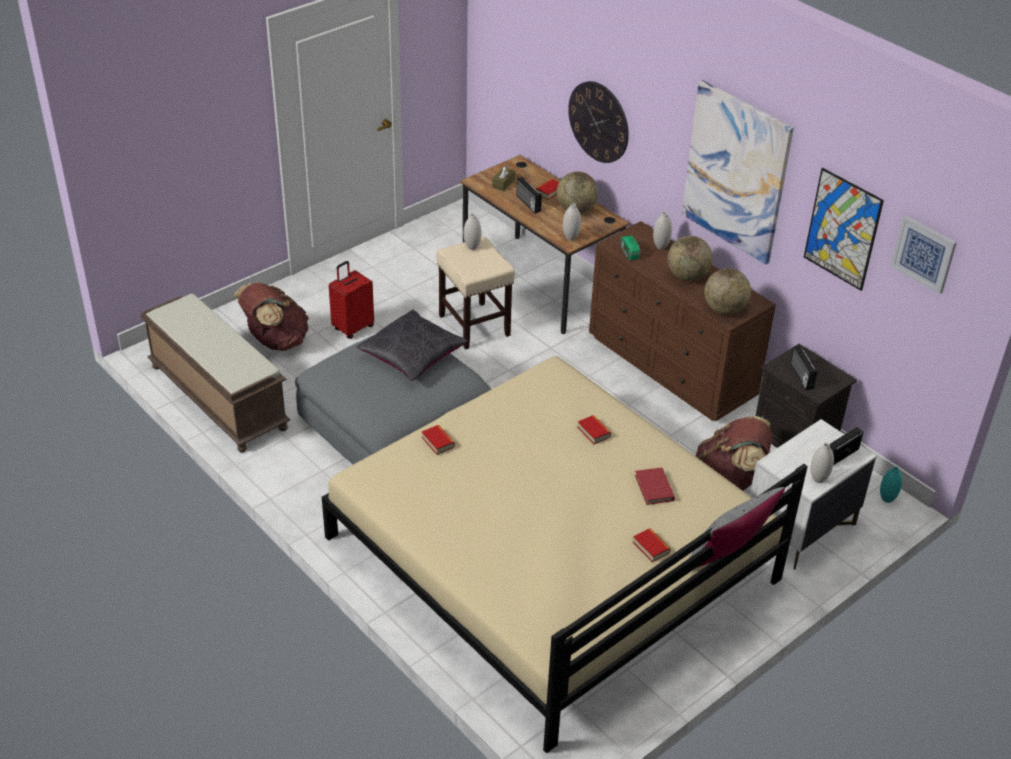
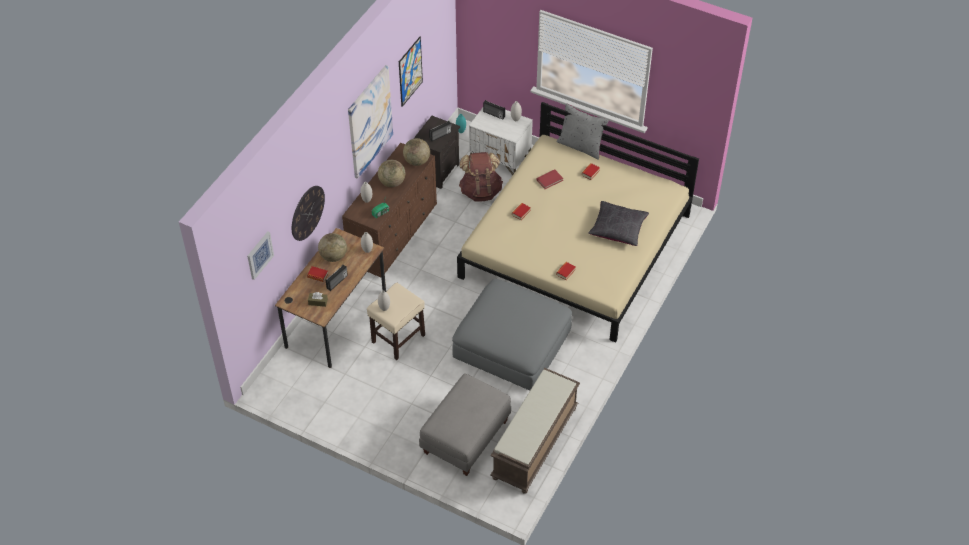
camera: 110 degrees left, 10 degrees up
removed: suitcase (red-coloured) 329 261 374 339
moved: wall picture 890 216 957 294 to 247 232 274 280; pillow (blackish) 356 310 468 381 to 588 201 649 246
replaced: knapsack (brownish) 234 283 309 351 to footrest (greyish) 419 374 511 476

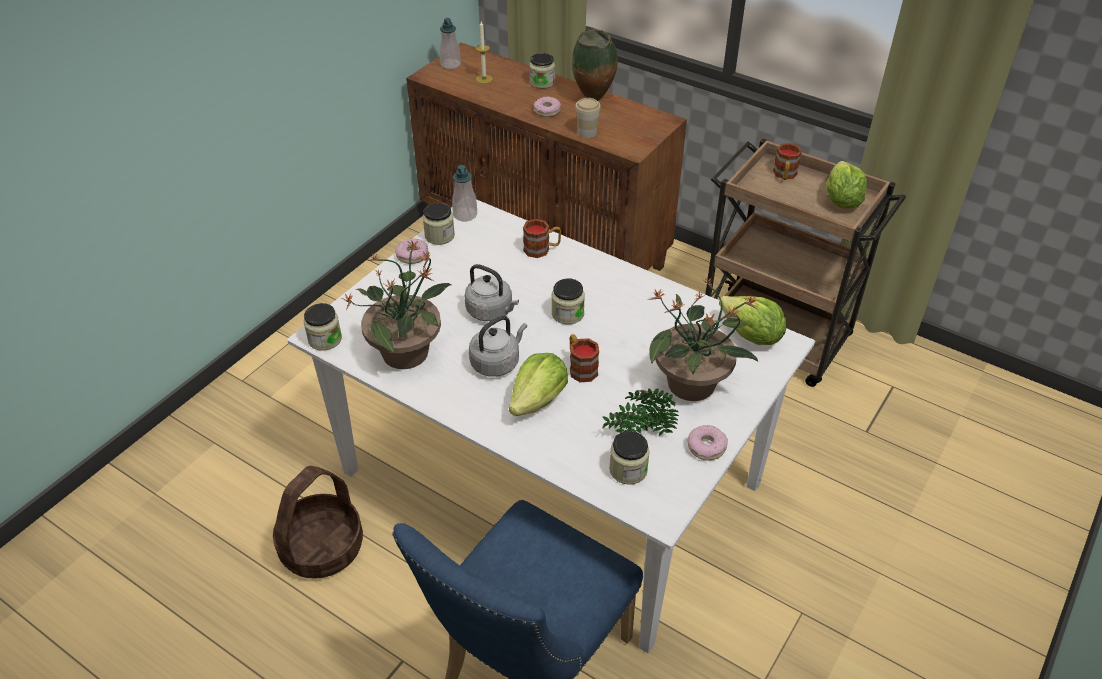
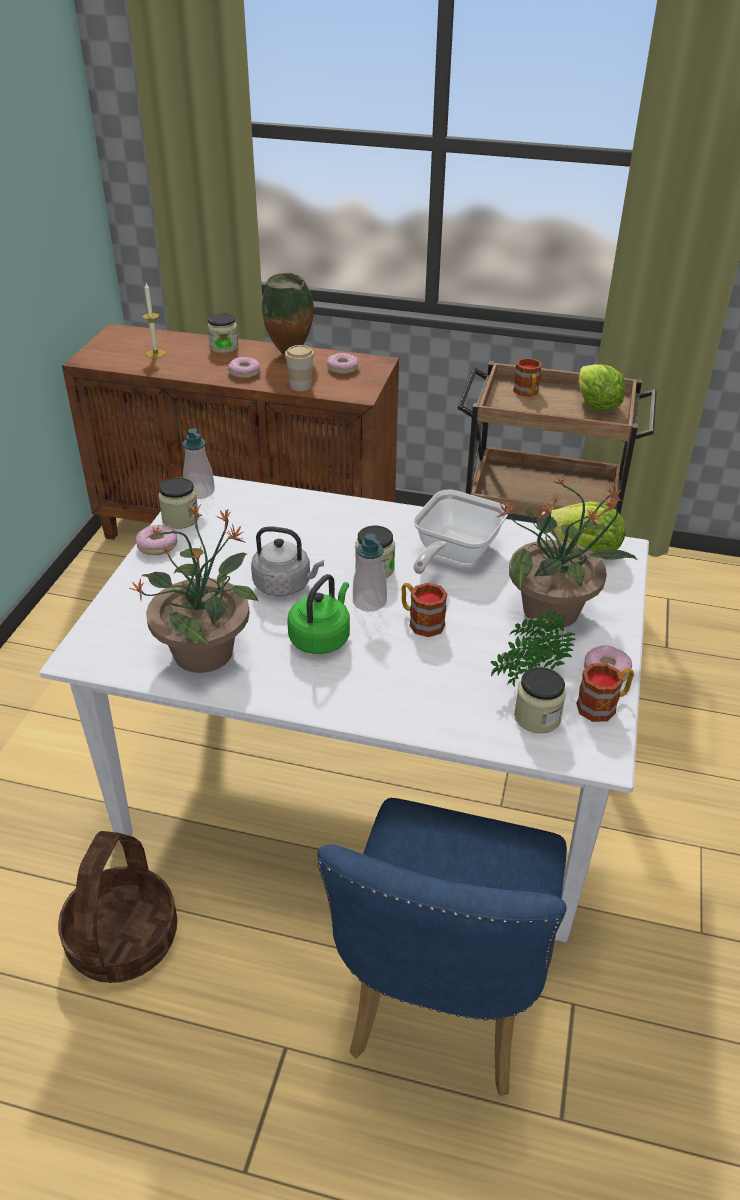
camera: 20 degrees left, 5 degrees down
removed: preserve jar 304 303 342 351; lettuce 509 353 568 416
added: ring doughnut 327 353 359 374; frying pan 413 490 508 574
moved: soap bottle 440 18 461 69 to 353 533 387 612; coffee mug 523 219 561 258 to 576 663 634 722
recoloured: tea kettle (greyish) 469 316 527 377 to tea kettle (green) 287 574 350 654

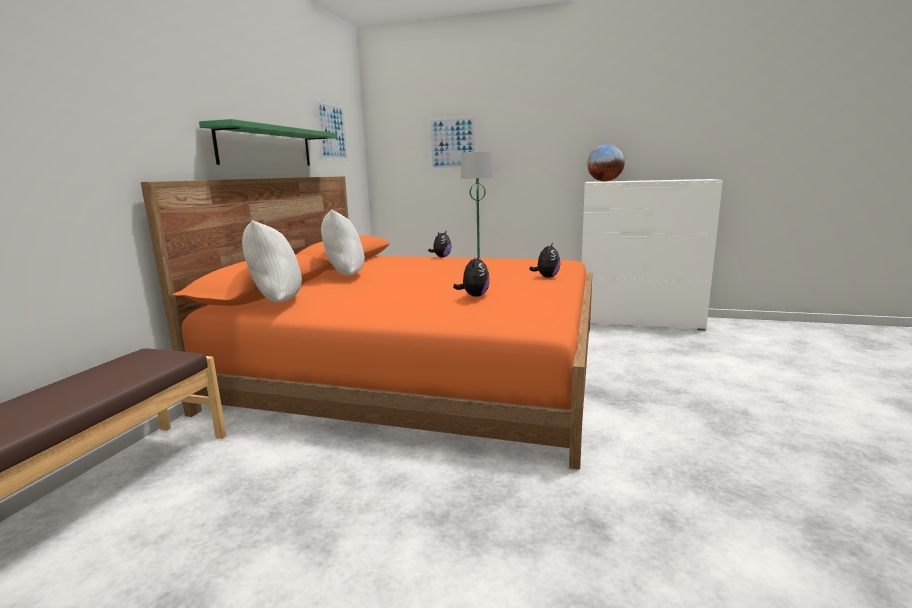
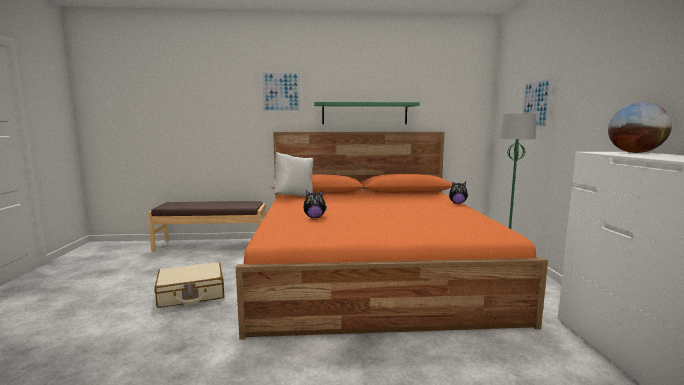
camera: 70 degrees right, 5 degrees down
removed: pillow (whitish) 321 209 365 276; soft toy 529 243 560 278
added: suitcase (beige-coloured) 155 262 224 308
moved: wall picture 315 100 348 160 to 261 71 302 112

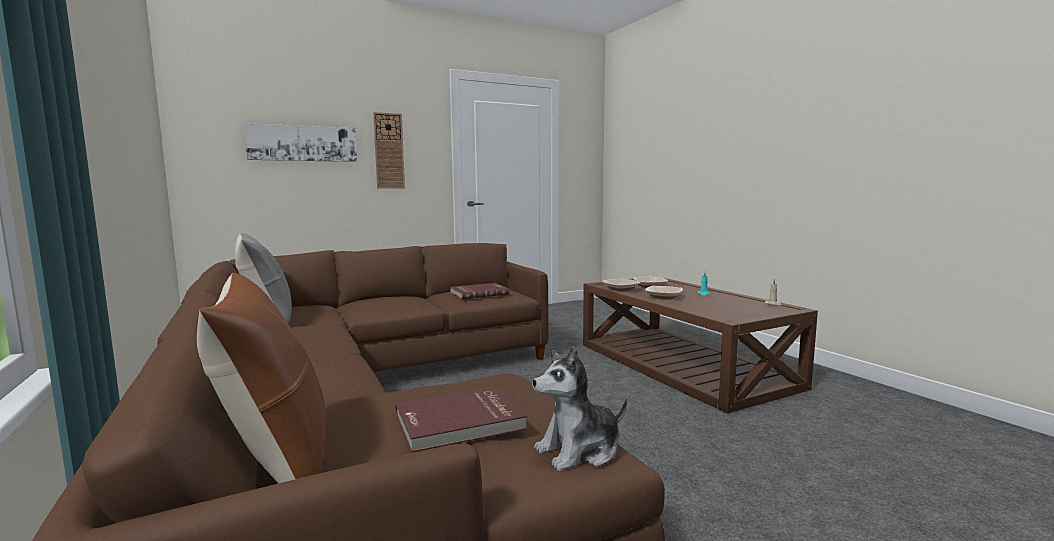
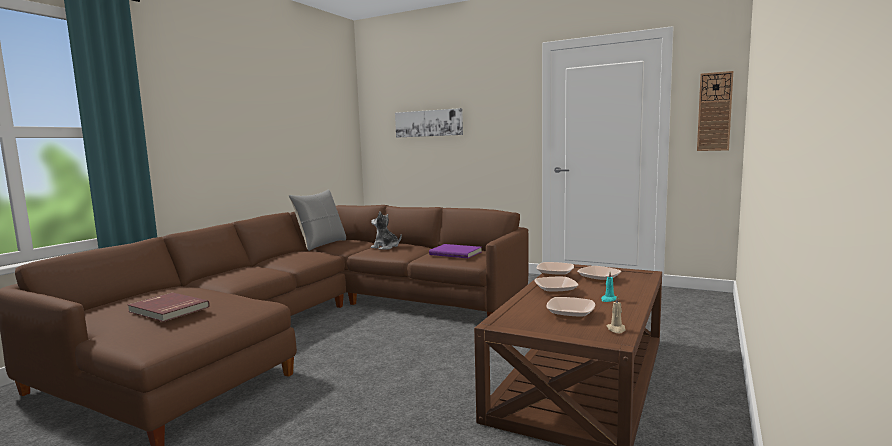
camera: 55 degrees right, 0 degrees up
removed: pillow (brownish) 197 273 326 483
added: bowl 546 297 595 320
moved: soft toy 532 347 627 471 to 371 211 402 250; hanging clock 373 112 405 189 to 697 71 733 151
recoloured: book (red-coloured) 450 283 509 299 to book (purplish) 429 244 482 258

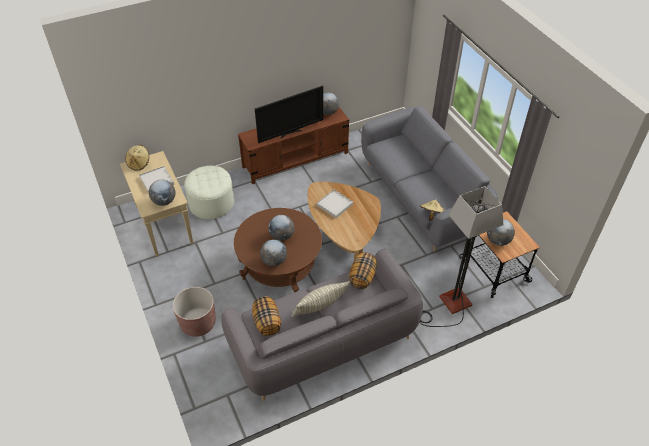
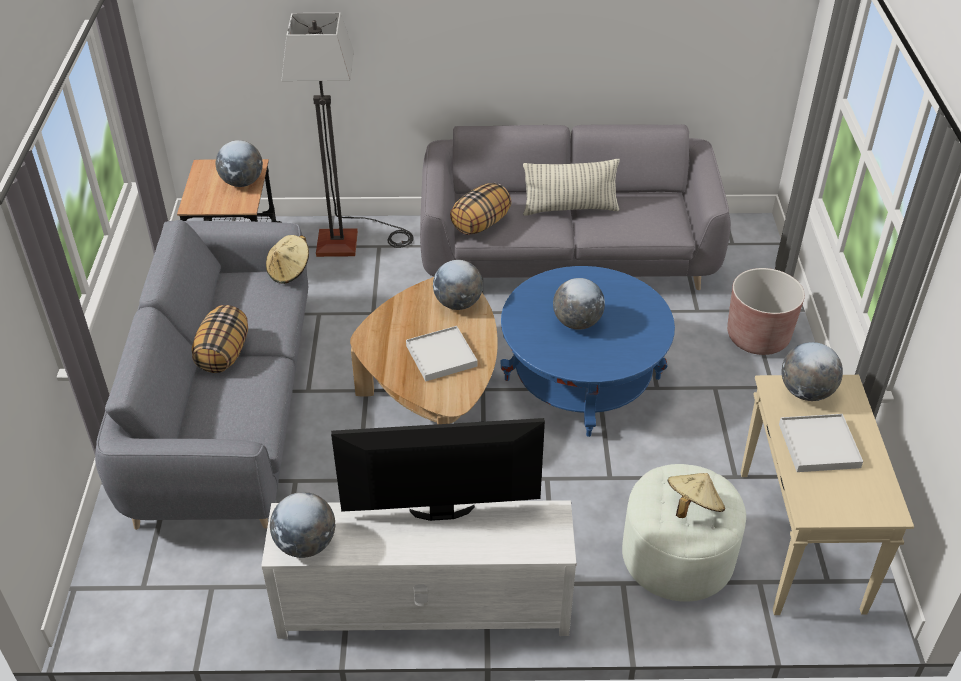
camera: 155 degrees left, 5 degrees down
moved: pillow 252 296 281 336 to 192 305 248 373; globe 260 239 287 266 to 433 260 483 310; hat (beige-coloured) 125 145 149 171 to 668 473 725 518
recoloured: tv stand (brownish) 238 107 349 184 to tv stand (whitish) 261 500 576 639; lounge table (brownish) 234 208 322 293 to lounge table (blue-coloured) 501 266 675 437

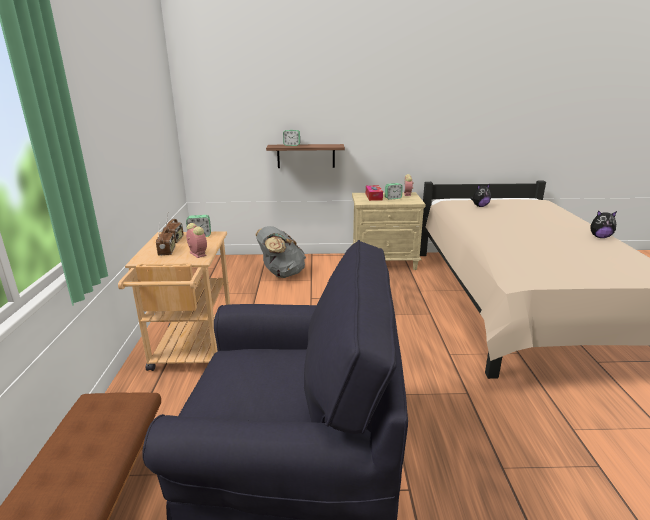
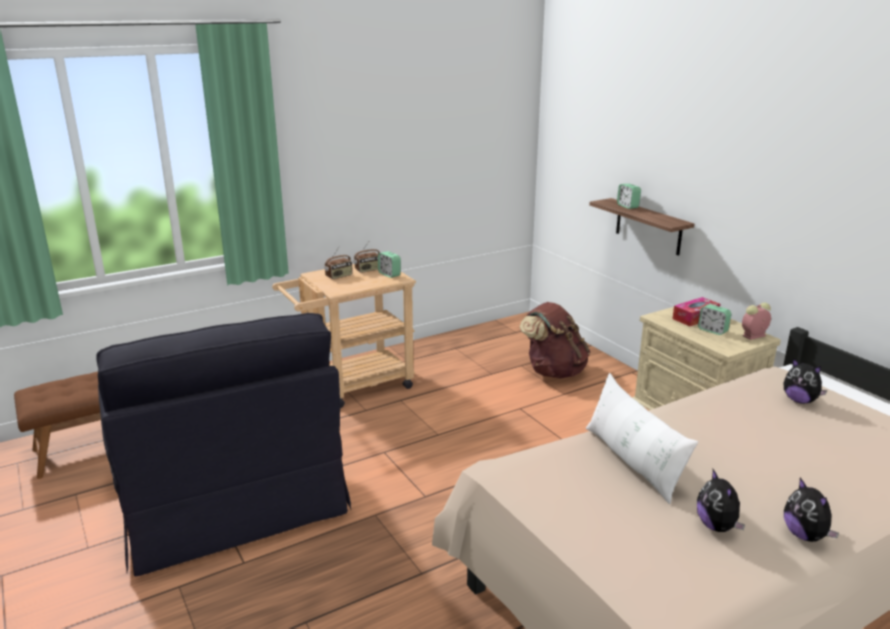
camera: 60 degrees right, 0 degrees up
removed: table clock 186 223 207 258
added: pillow (whitish) 586 373 698 504; soft toy 697 469 745 532
recoloured: knapsack (greyish) 256 226 306 278 to knapsack (brownish) 520 302 590 378

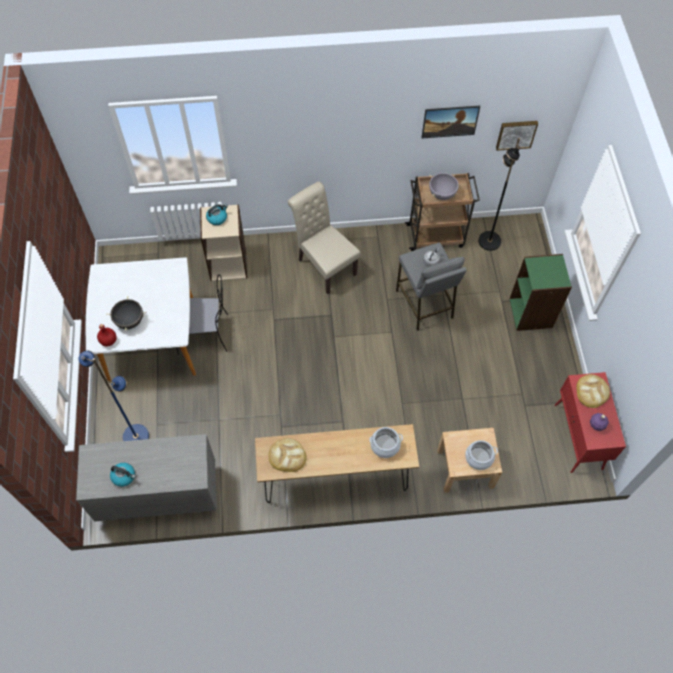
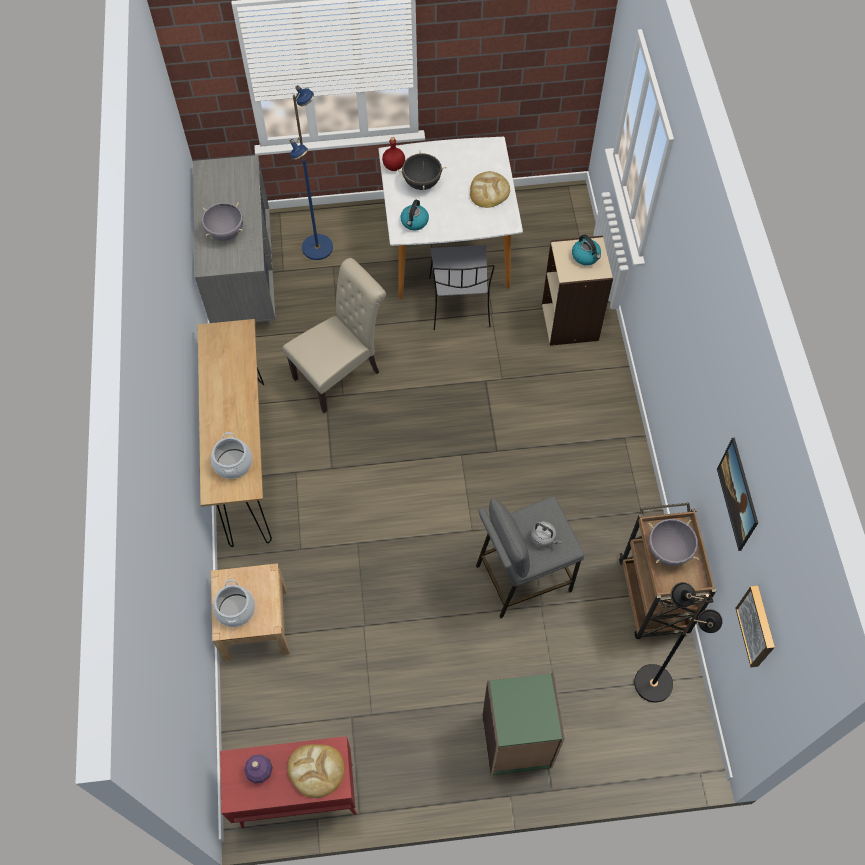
camera: 90 degrees right, 0 degrees up
added: cooking pot (greyish) 202 202 243 241
moved: chair (beige-coloured) 288 182 361 294 to 283 258 386 413; tea kettle 110 463 136 487 to 401 200 429 230; baked bread 269 438 307 472 to 470 171 510 208

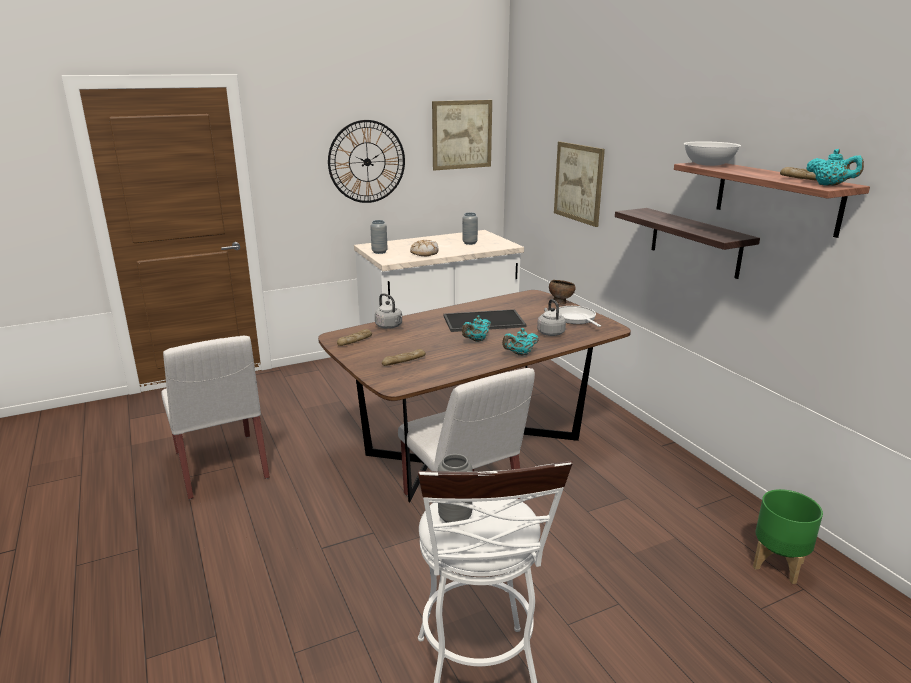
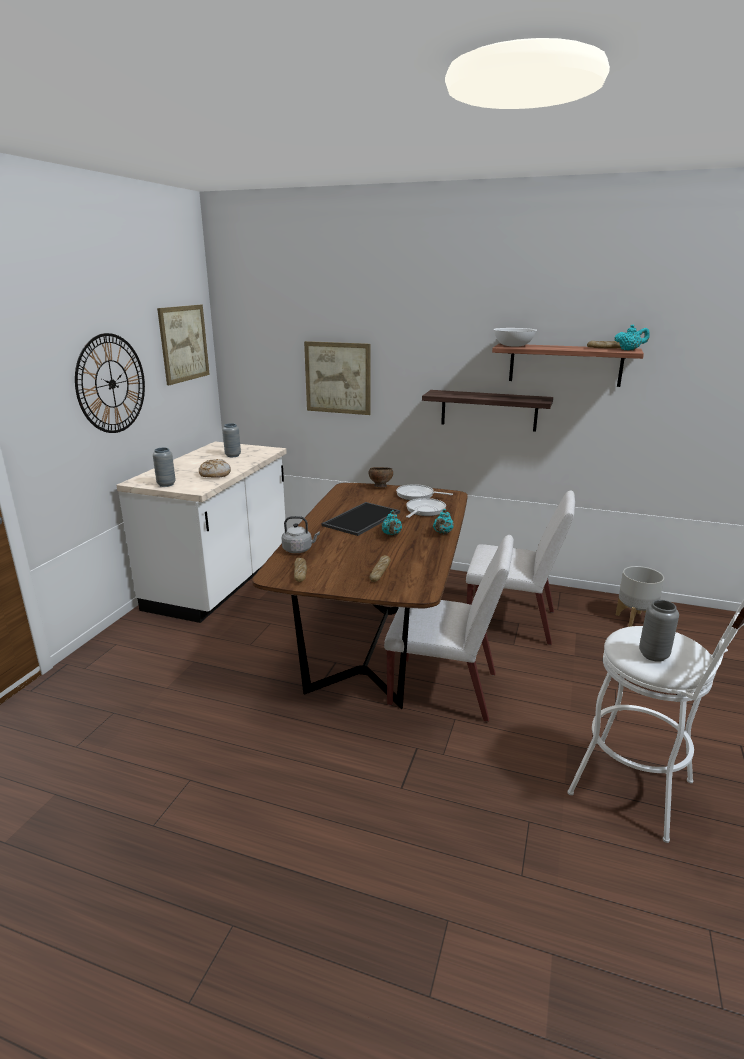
camera: 45 degrees left, 0 degrees up
moved: chair (whitish) 161 336 270 499 to 466 490 575 645
replaced: tea kettle (greyish) 537 299 566 336 to frying pan 406 498 446 518
recoloured: flower pot (green) 753 489 823 584 to flower pot (greyish) 616 566 664 627

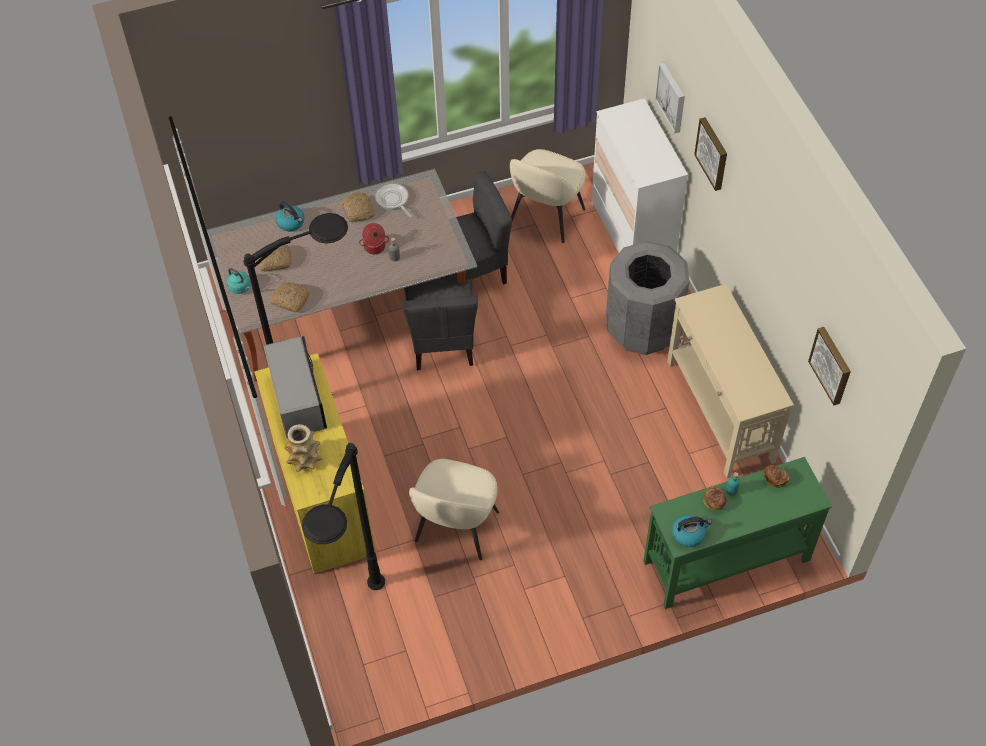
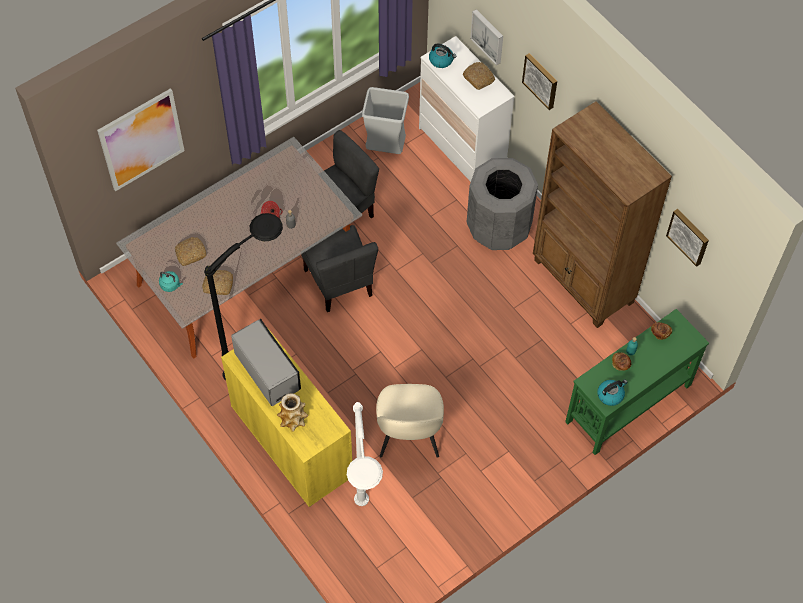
camera: 20 degrees left, 5 degrees up
removed: frying pan 375 183 412 217
added: wall picture 97 88 185 191
moved: tea kettle 275 202 305 231 to 429 44 457 68; baked bread 342 192 374 222 to 463 62 495 90
replaced: chair (beige-coloured) 510 149 586 243 to trash can (greyish) 362 87 409 154; narrow table (beige-coloured) 667 284 794 478 to bookshelf (brownish) 533 101 672 328
recoloured: standard lamp (blackish) 302 443 385 590 to standard lamp (whitish) 347 402 383 506

